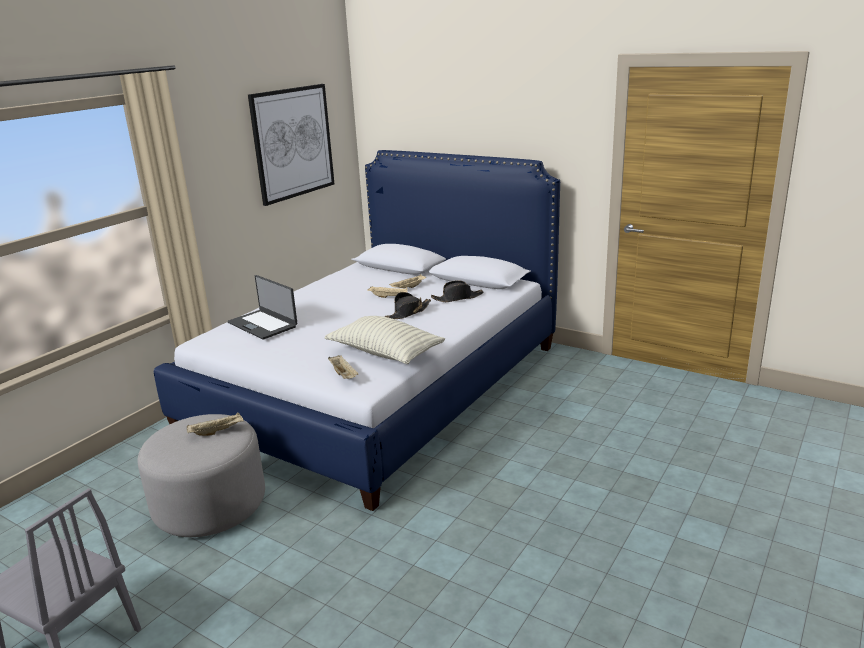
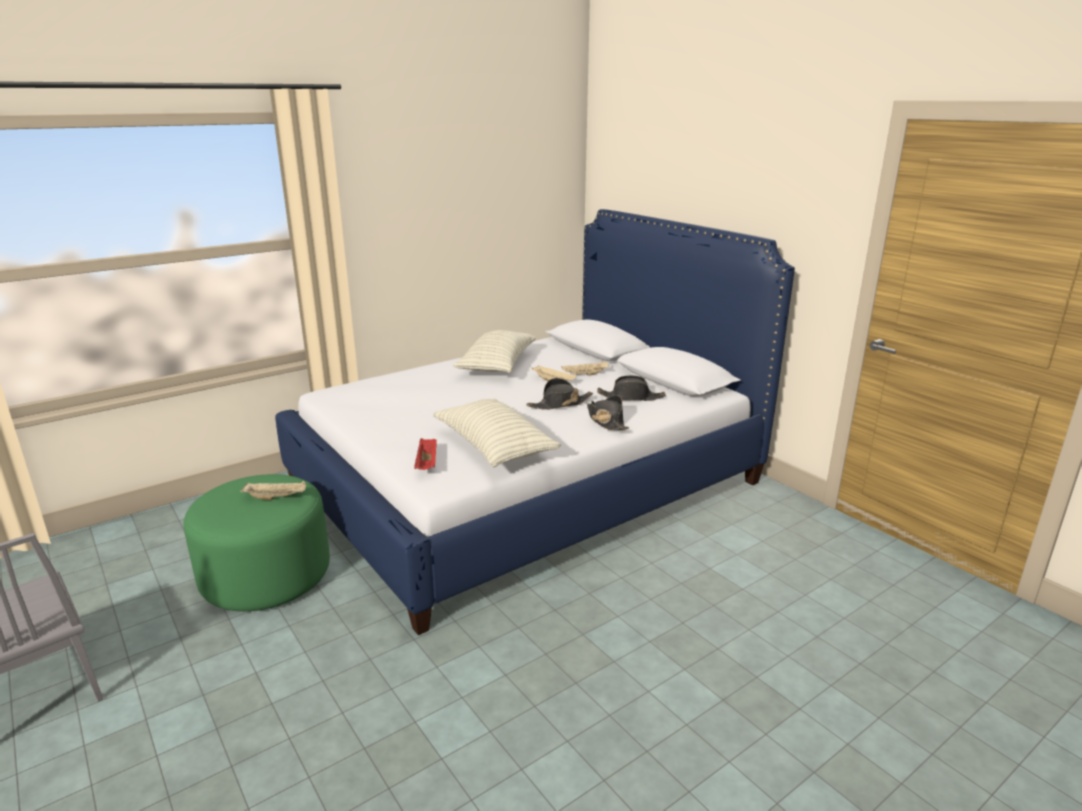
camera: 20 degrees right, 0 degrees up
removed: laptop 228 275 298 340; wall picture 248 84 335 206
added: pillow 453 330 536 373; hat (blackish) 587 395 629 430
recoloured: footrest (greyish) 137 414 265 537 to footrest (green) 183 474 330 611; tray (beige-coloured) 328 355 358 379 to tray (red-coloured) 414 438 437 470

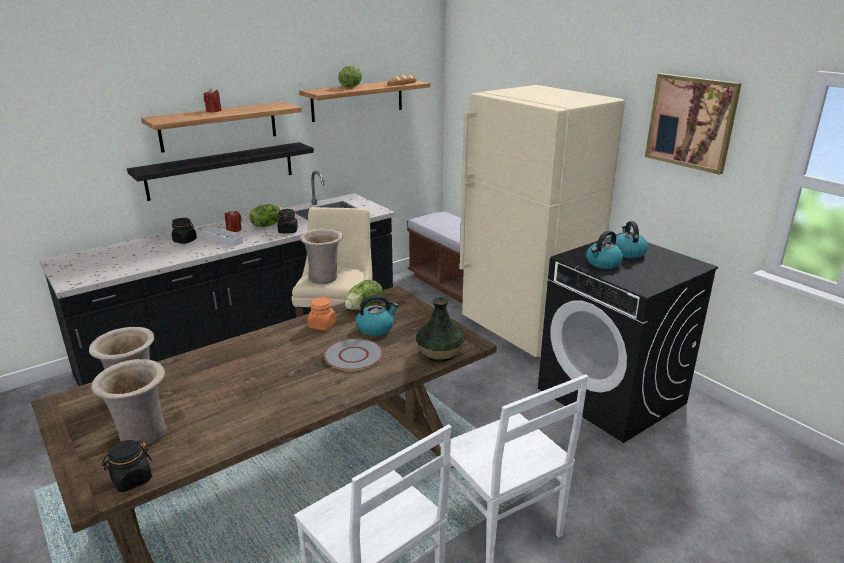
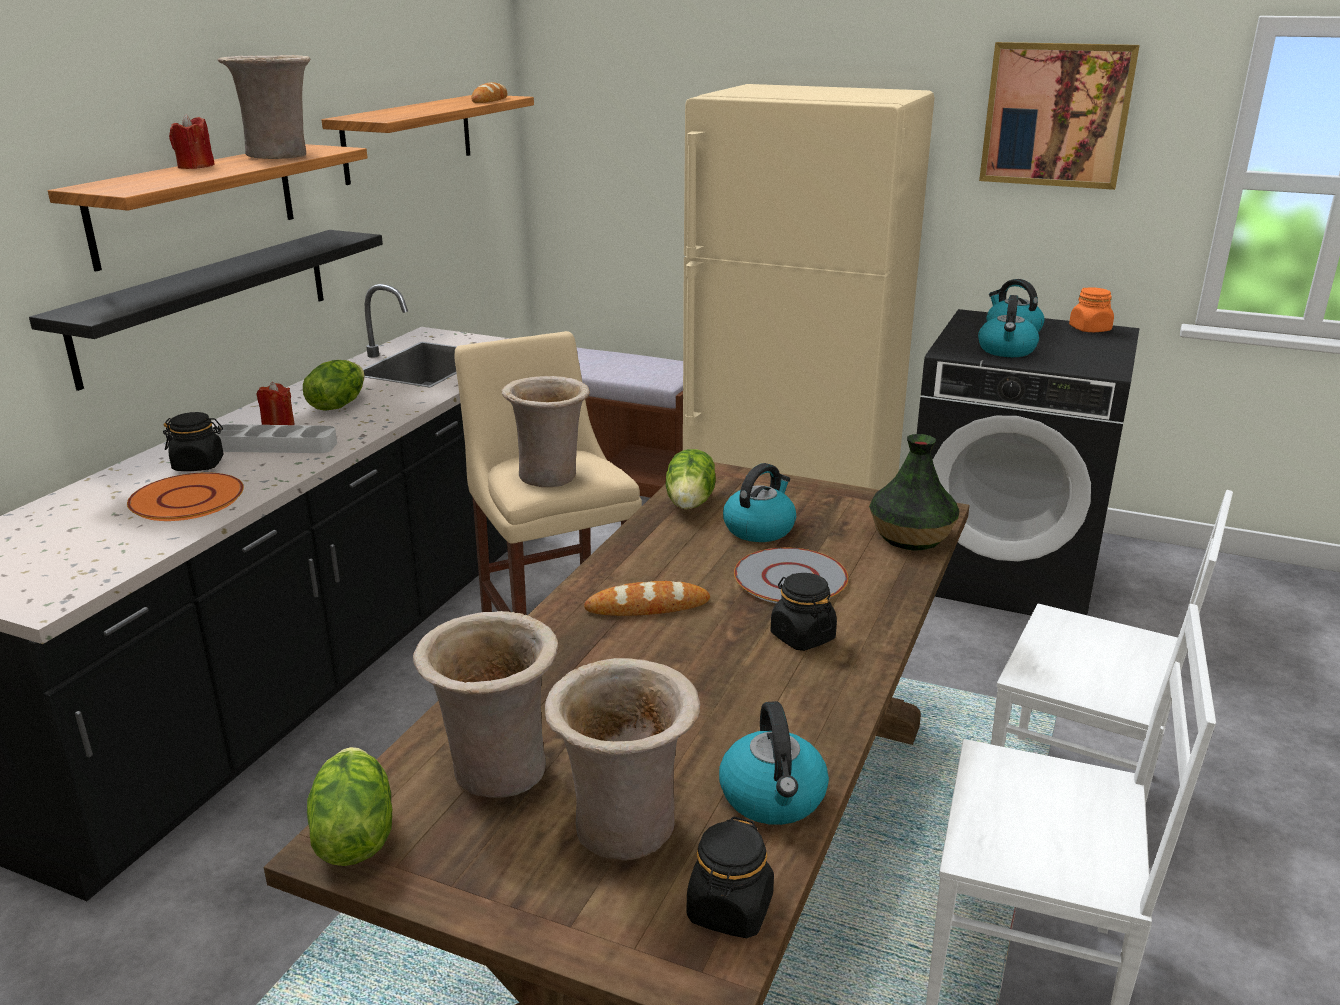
camera: 30 degrees left, 0 degrees up
added: dinner plate (orange-coloured) 127 472 244 521; decorative vase (beige-coloured) 218 55 310 159; baked bread 584 581 710 616; tea kettle 719 701 829 825
moved: lettuce 338 66 362 87 to 307 747 392 866; preserve jar (blackish) 278 209 298 234 to 770 573 837 651; preserve jar (orange-coloured) 308 297 336 330 to 1069 287 1114 332

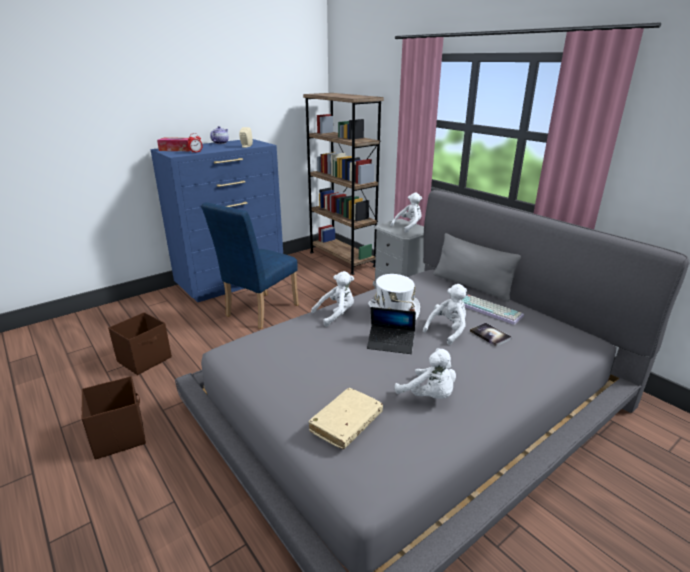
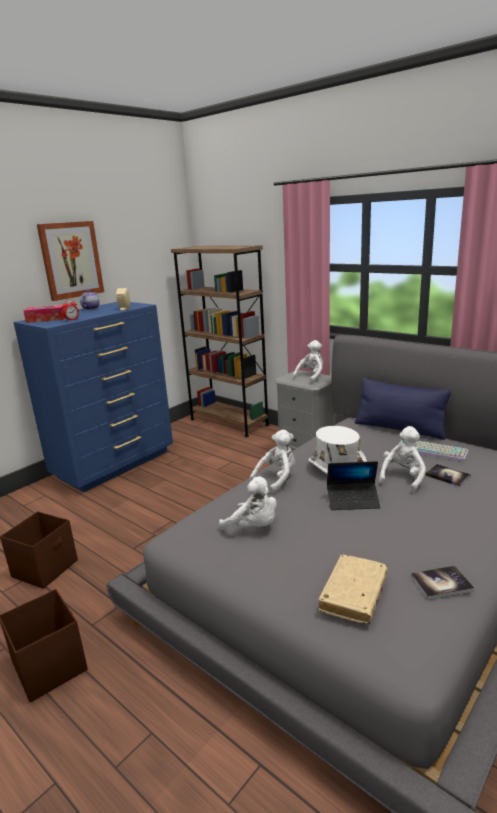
camera: 10 degrees left, 5 degrees down
removed: chair (blue-coloured) 201 202 299 329
added: wall picture 37 221 104 301; book 411 566 475 600
moved: soft toy (whitish) 395 348 456 399 to 219 476 277 530
recoloured: pillow (greyish) 433 233 521 301 to pillow (blue-coloured) 355 378 451 440

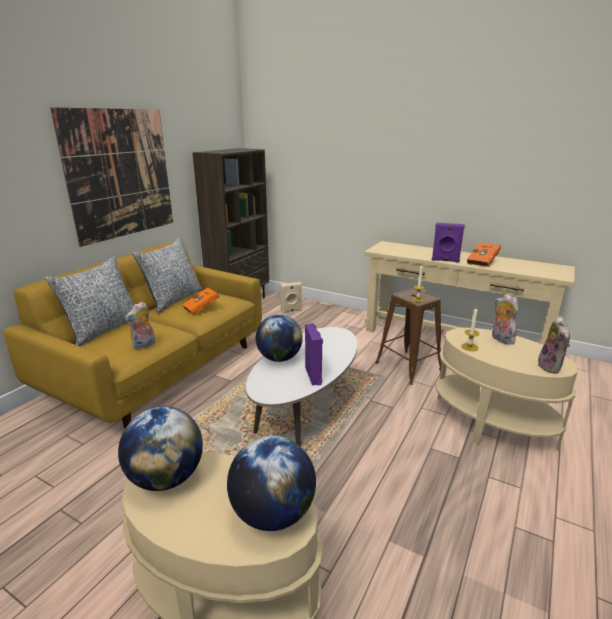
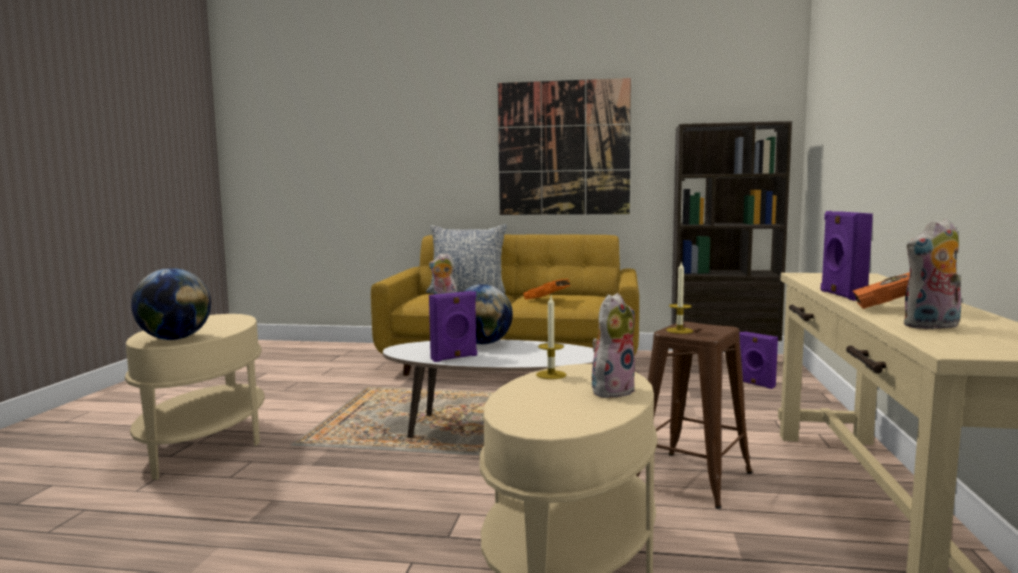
camera: 70 degrees right, 15 degrees down
removed: globe 118 406 203 491; pillow 132 237 202 313
moved: soft toy 538 316 570 373 to 903 219 961 330
recoloured: audio speaker (beige-coloured) 280 282 302 313 to audio speaker (purplish) 739 331 778 389

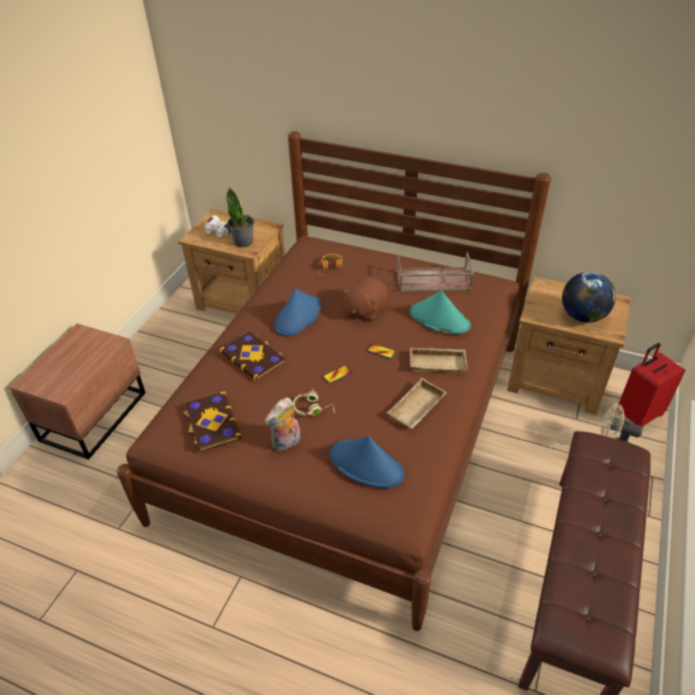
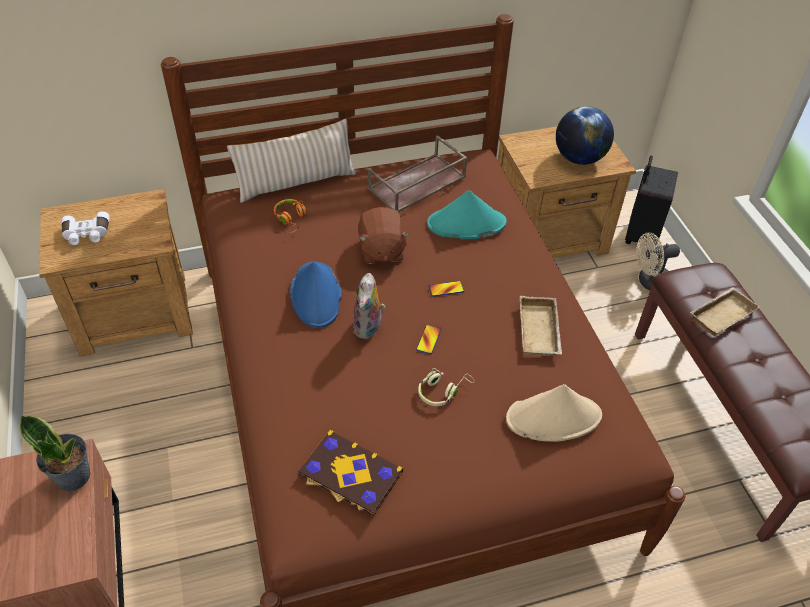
camera: 40 degrees left, 5 degrees up
removed: book 220 331 285 381
added: pillow (beige-coloured) 227 119 356 203
moved: potted plant 226 187 254 247 to 19 415 90 491; soft toy 264 397 301 451 to 353 273 385 339; tray (beige-coloured) 410 347 468 373 to 690 287 760 336
recoloured: hat (blue-coloured) 330 436 404 488 to hat (beige-coloured) 506 384 602 442; suitcase (red-coloured) 617 343 685 428 to suitcase (blackish) 625 156 678 247

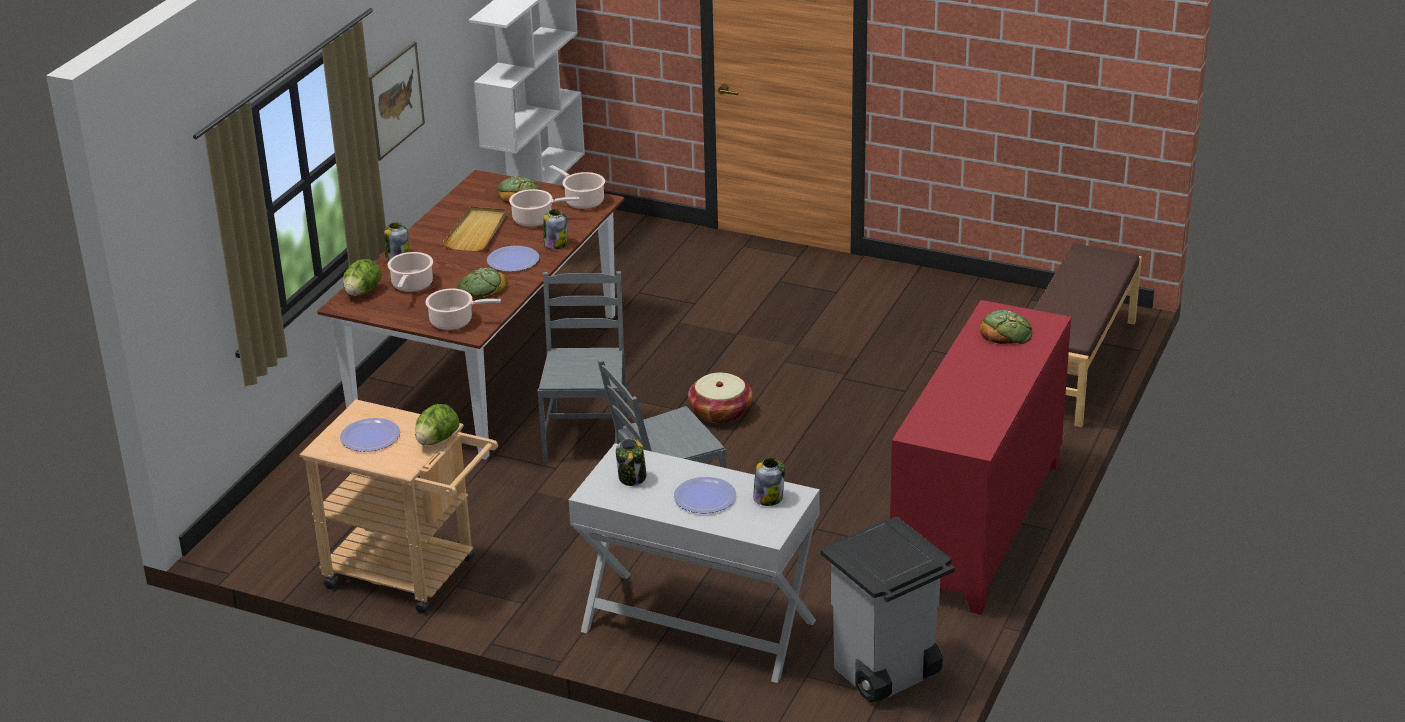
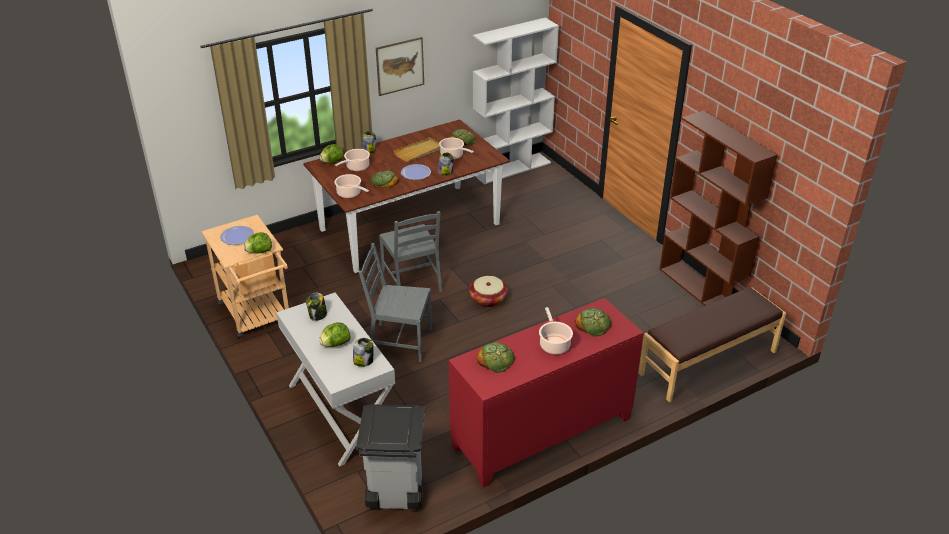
camera: 35 degrees right, 5 degrees up
added: baked bread 477 342 515 373; bookshelf (brownish) 659 111 777 306
moved: cooking pot 549 165 605 209 to 539 307 573 354
replaced: dinner plate 674 477 736 513 to lettuce 319 322 350 347
turned: chair (greyish) 538 271 628 461 = 379 211 442 292 120 degrees clockwise

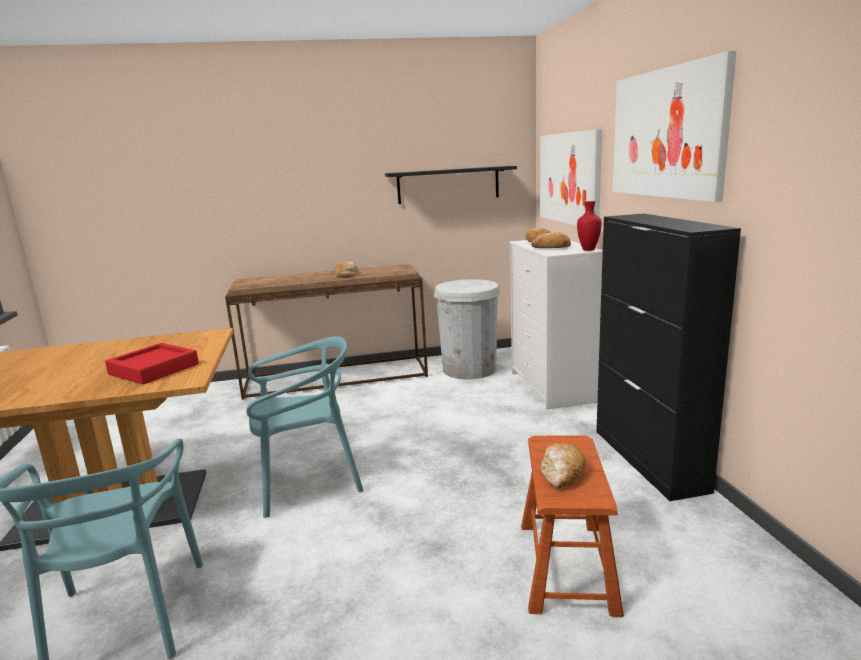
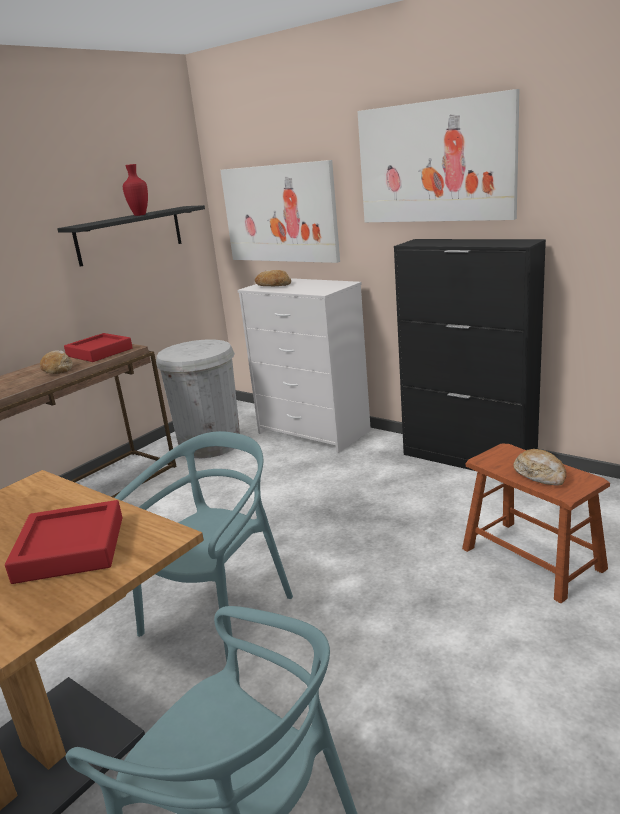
camera: 40 degrees left, 5 degrees up
removed: baked bread 531 232 571 248
added: tray (red-coloured) 64 333 133 362
moved: decorative vase (red-coloured) 577 201 602 251 to 123 164 148 216

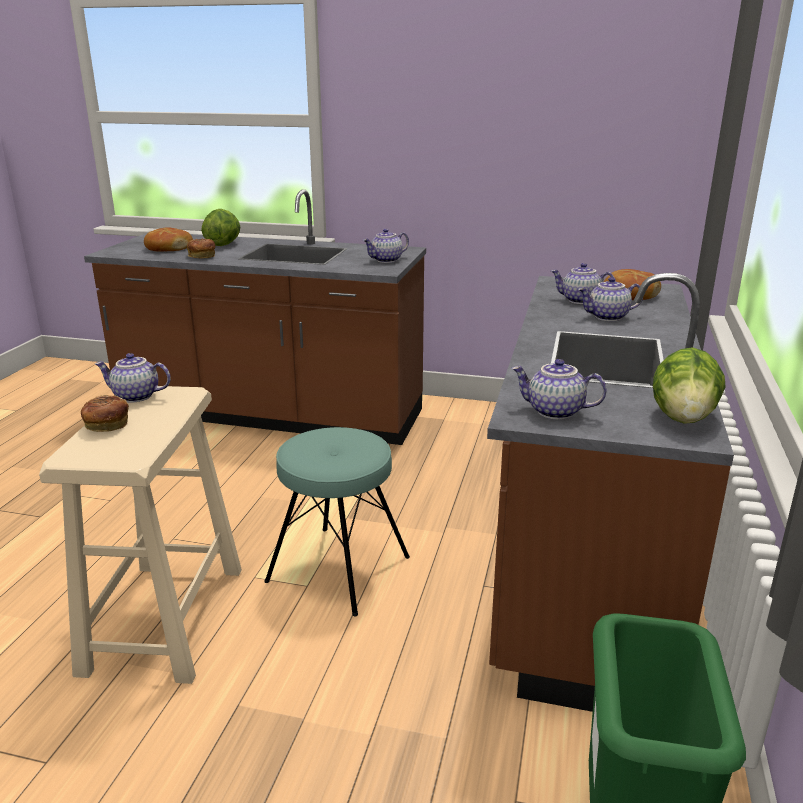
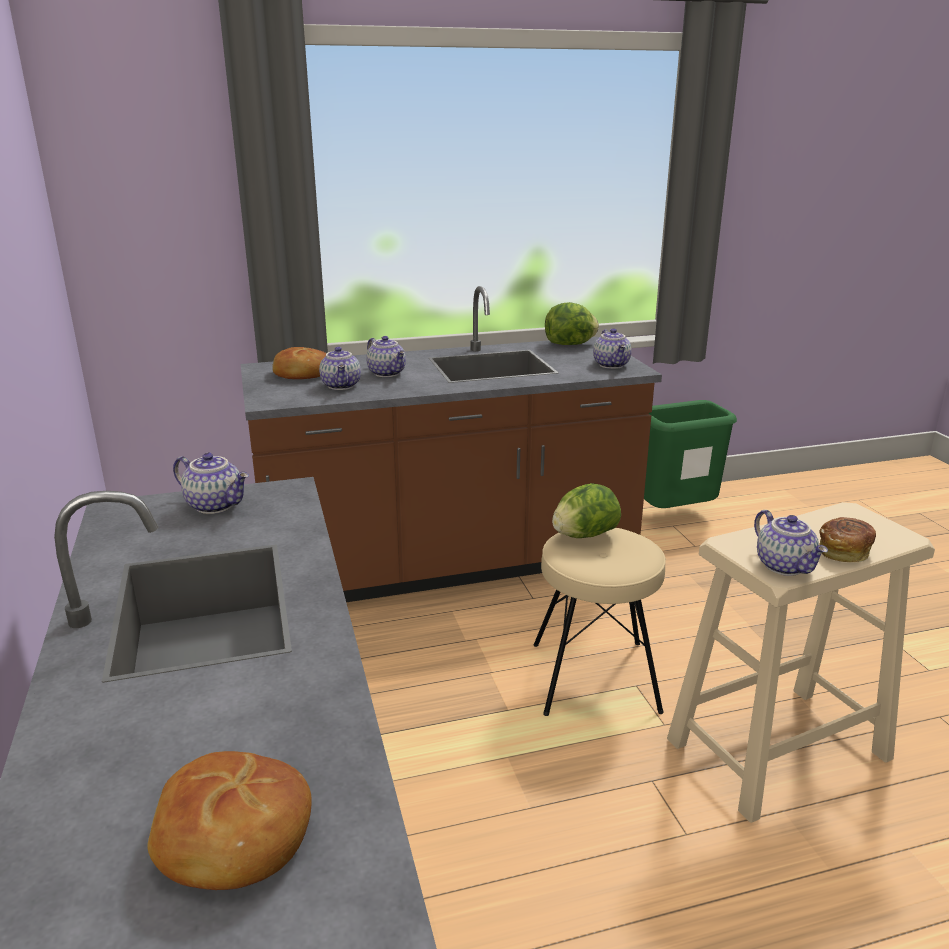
camera: 120 degrees left, 0 degrees up
removed: baked bread 187 239 215 259
moved: lettuce 201 209 240 246 to 552 483 621 538
recoloured: stool (turquoise-coloured) 264 427 410 617 to stool (beige-coloured) 533 528 666 716

